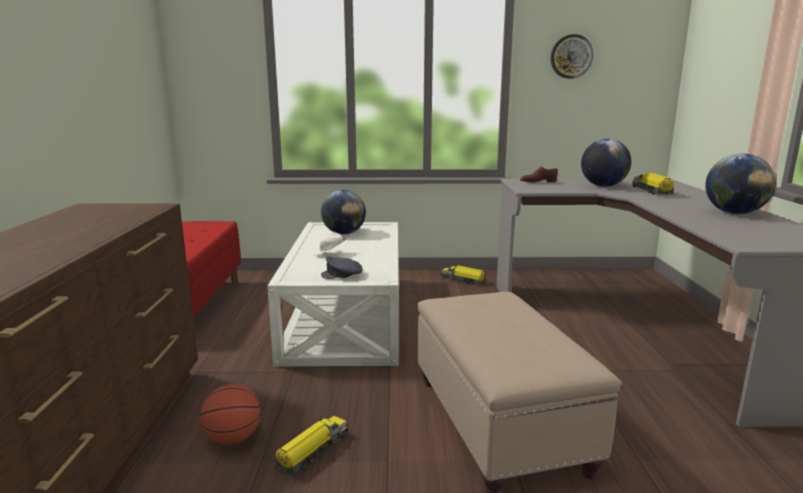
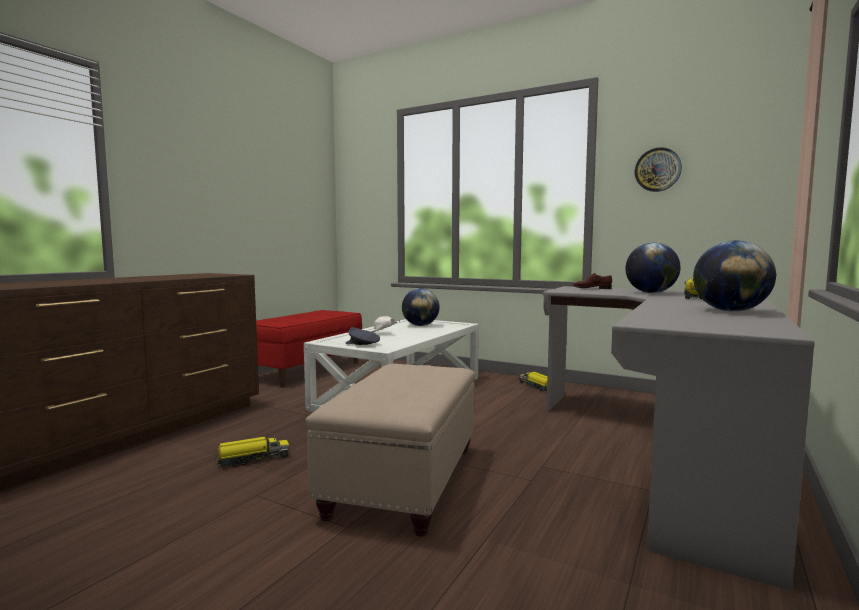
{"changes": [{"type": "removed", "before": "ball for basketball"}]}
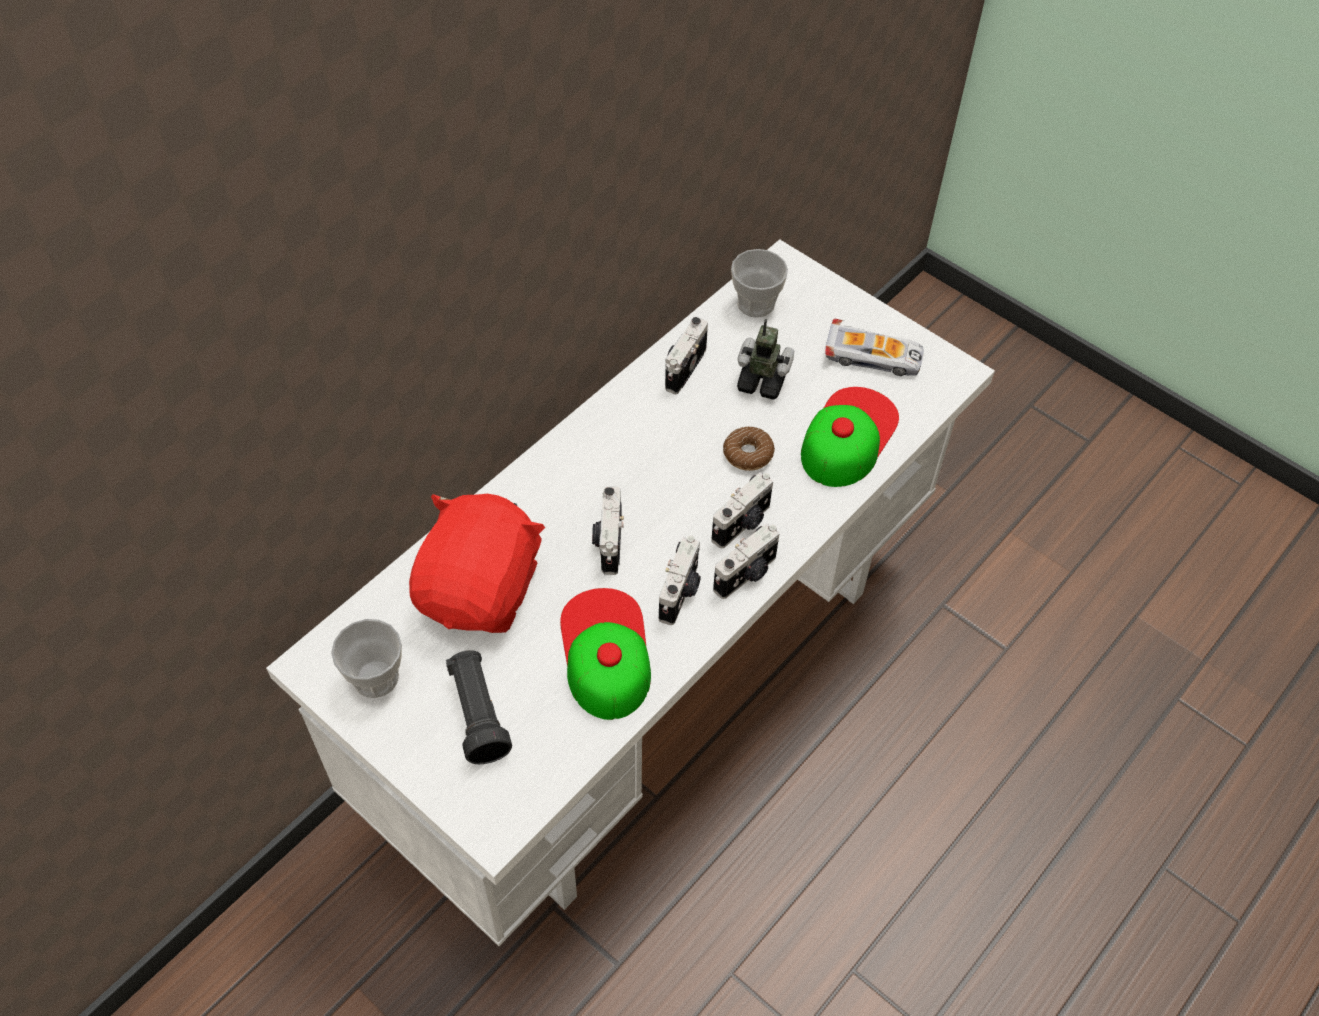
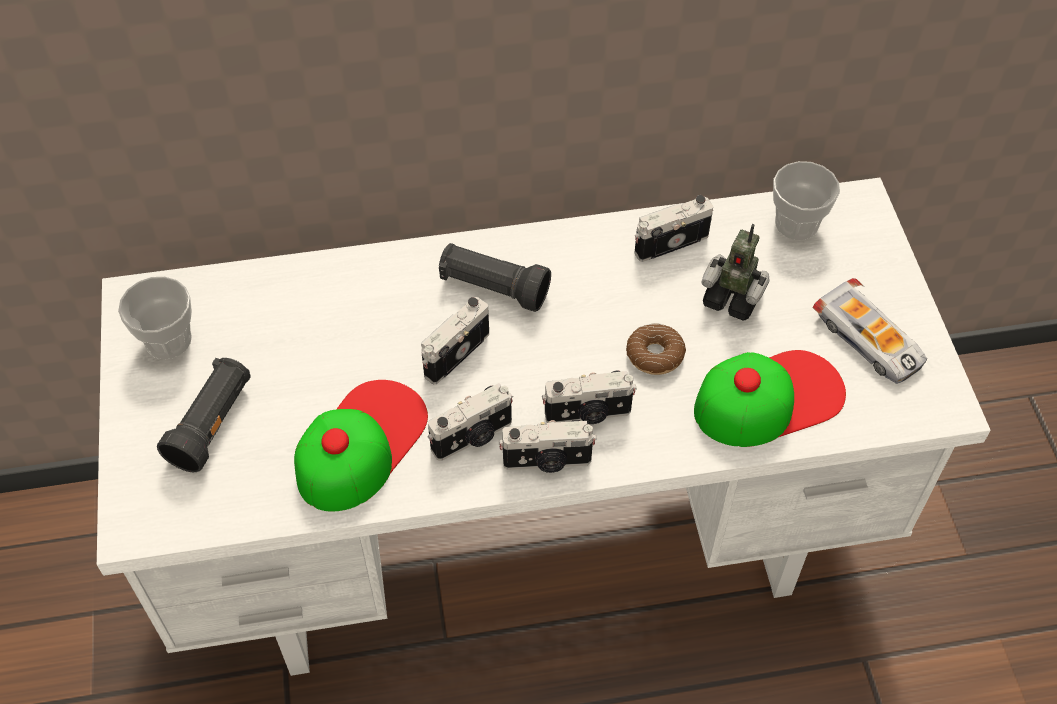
{"changes": [{"type": "added", "after": "blackish flashlight (2nd from left)"}, {"type": "turned", "before": "robot figure", "turn": 150}, {"type": "removed", "before": "reddish soft toy"}]}
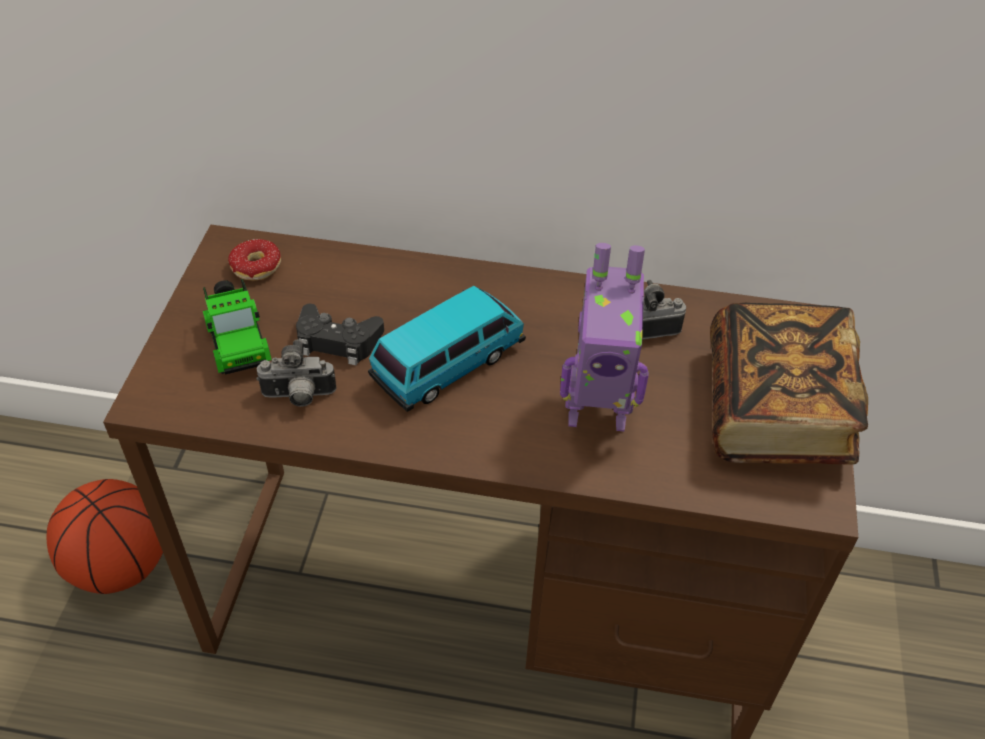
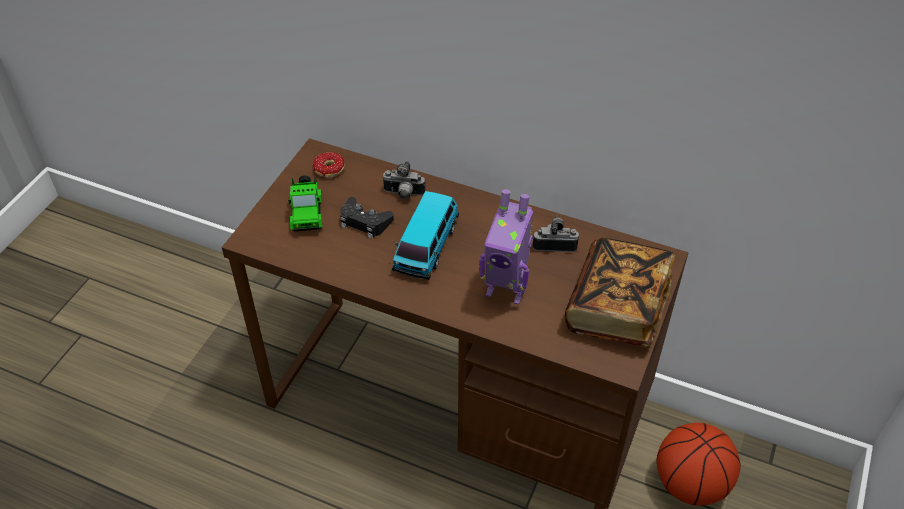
{"changes": [{"type": "moved", "before": "photo camera (1st from left)"}, {"type": "turned", "before": "model car (2nd from left)", "turn": 135}, {"type": "moved", "before": "ball for basketball"}]}
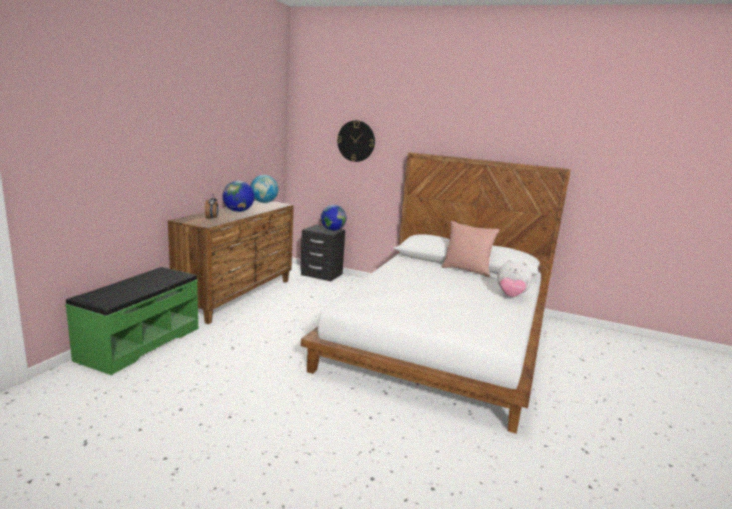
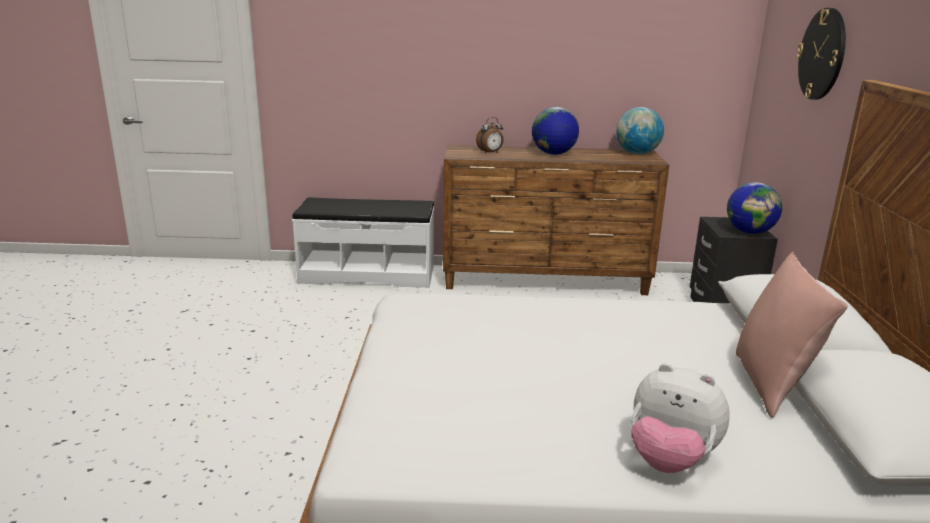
{"changes": [{"type": "recoloured", "before": "greenish long seat", "after": "whitish long seat"}, {"type": "turned", "before": "soft toy", "turn": -60}]}
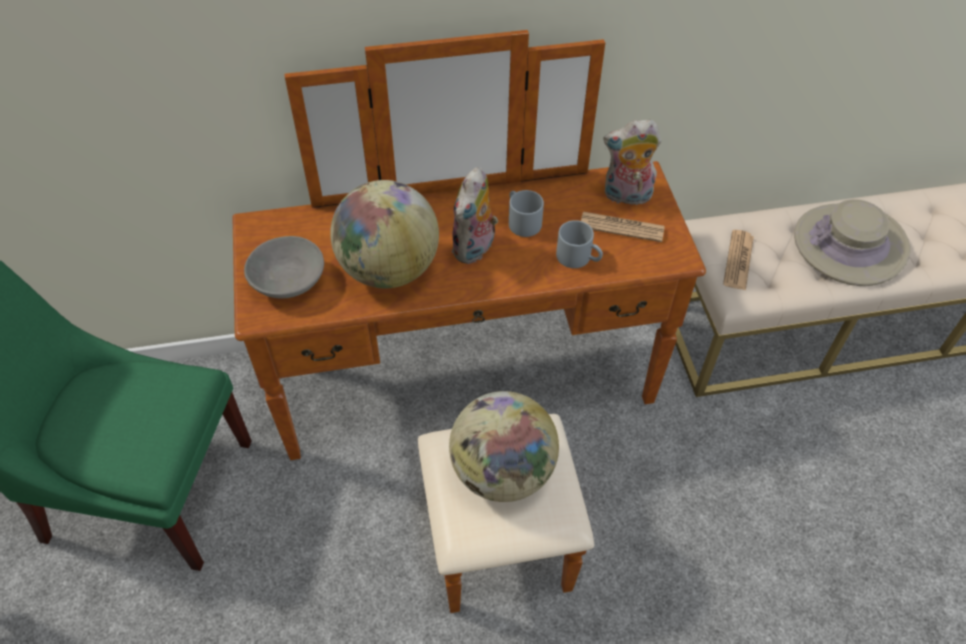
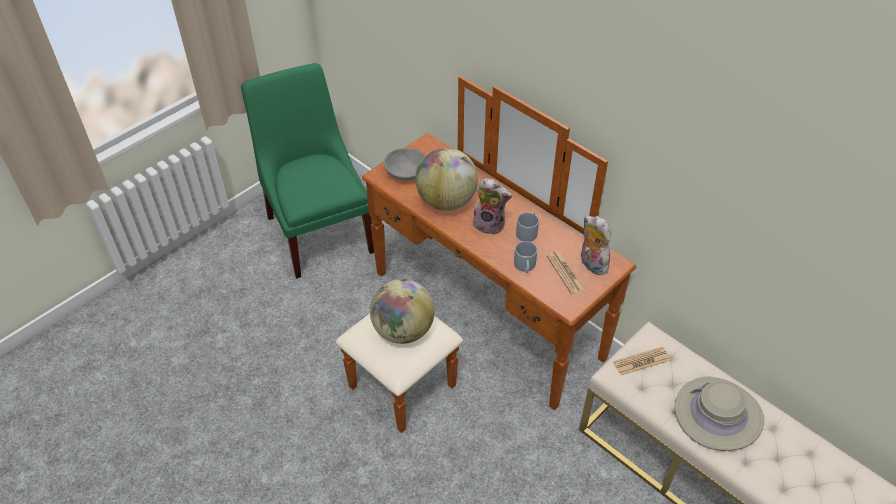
{"changes": [{"type": "turned", "before": "soft toy (1st from left)", "turn": -150}]}
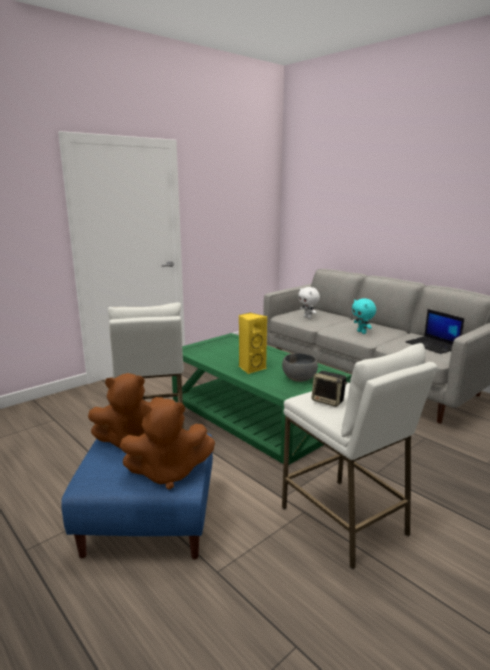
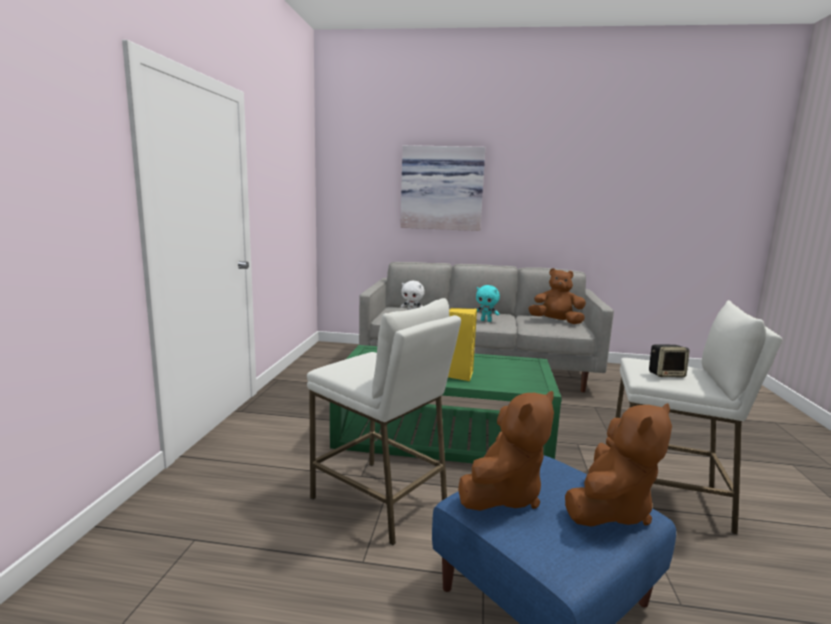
{"changes": [{"type": "added", "after": "wall picture"}, {"type": "replaced", "before": "laptop", "after": "brownish soft toy (2nd from left)"}, {"type": "removed", "before": "gray deep dish"}]}
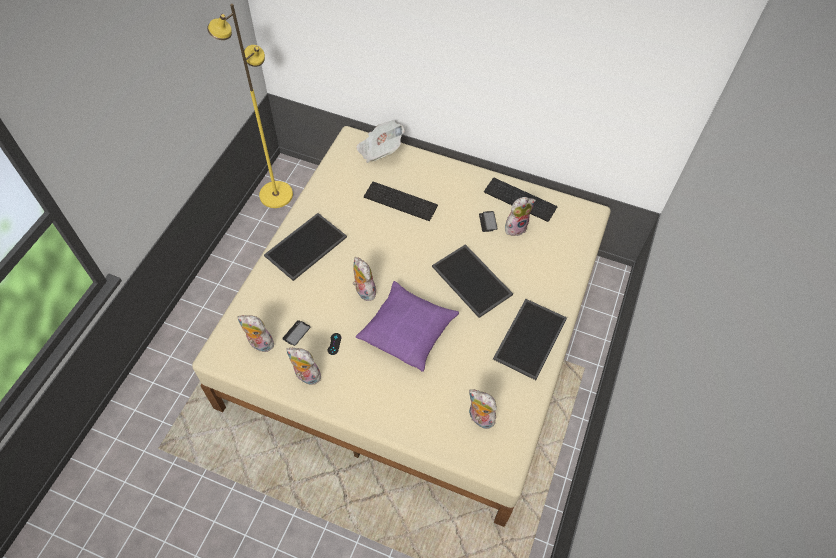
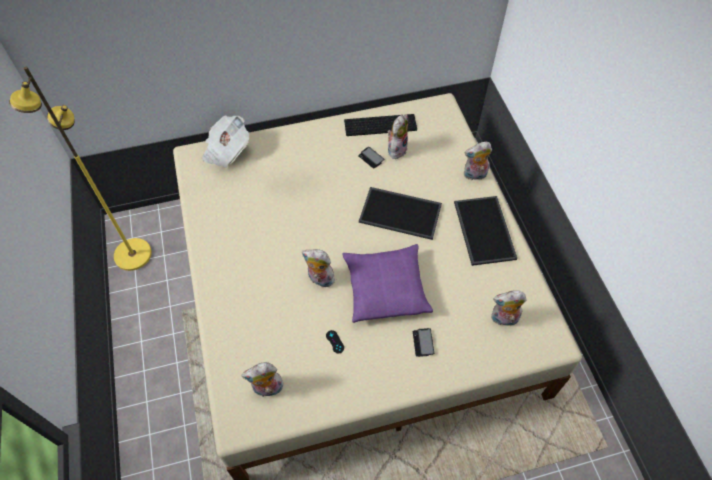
{"changes": [{"type": "moved", "before": "telephone (1st from left in the first image)", "after": "telephone (2nd from left)"}, {"type": "moved", "before": "soft toy (2nd from left in the first image)", "after": "soft toy (4th from left)"}, {"type": "removed", "before": "serving tray (1st from left)"}, {"type": "removed", "before": "PC keyboard (1st from left)"}]}
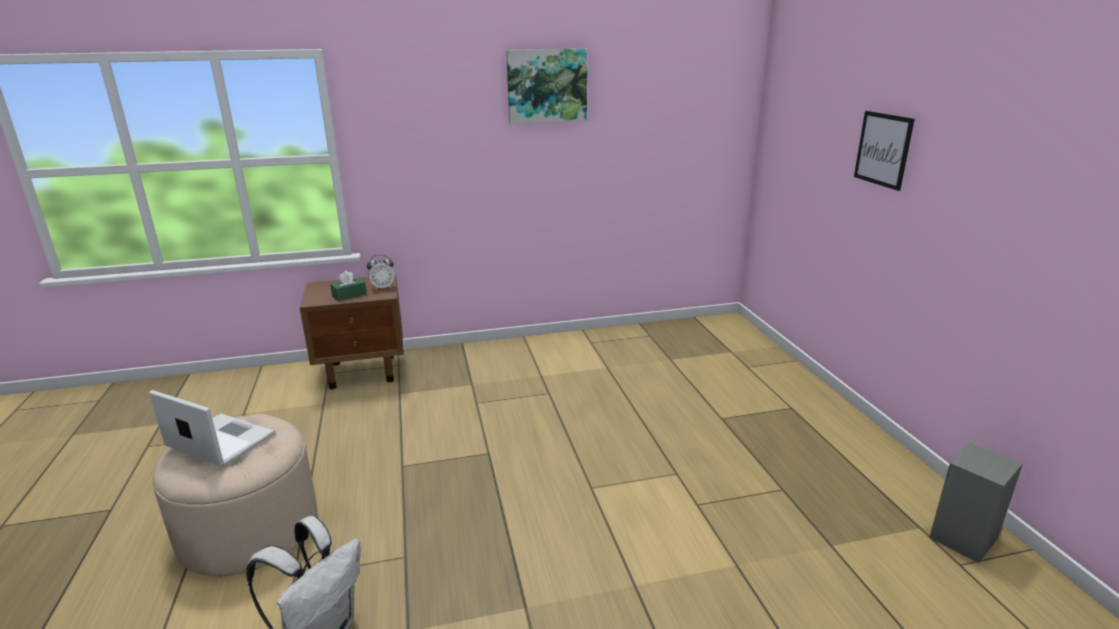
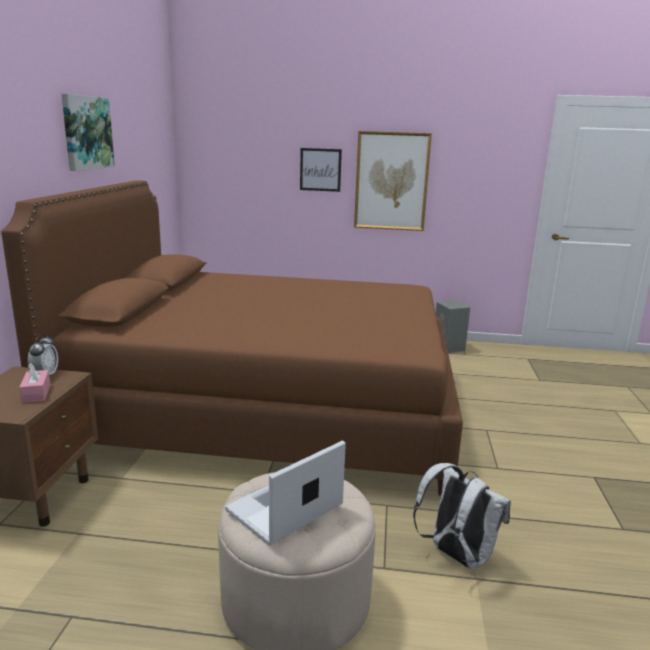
{"changes": [{"type": "added", "after": "brownish bed"}, {"type": "recoloured", "before": "greenish box of tissues", "after": "pink box of tissues"}, {"type": "added", "after": "wall picture (3rd from left)"}]}
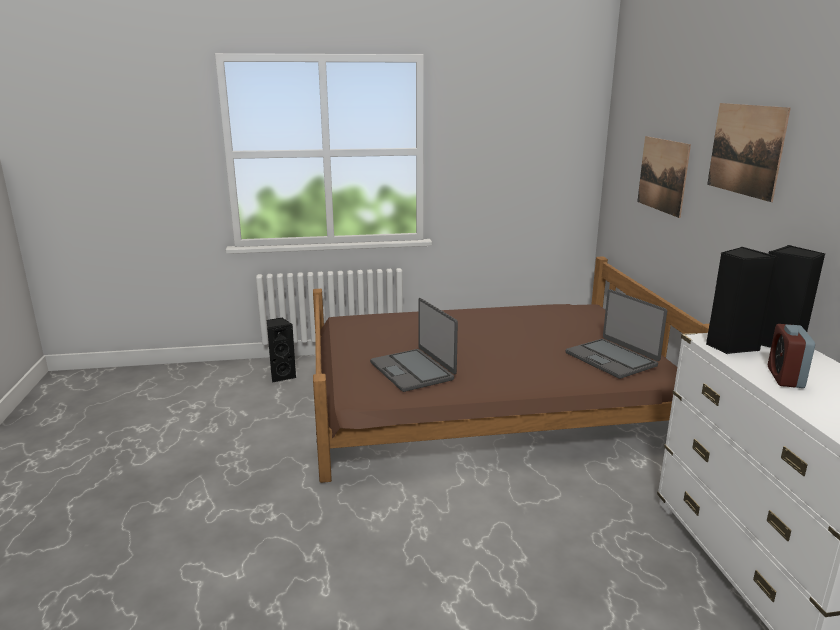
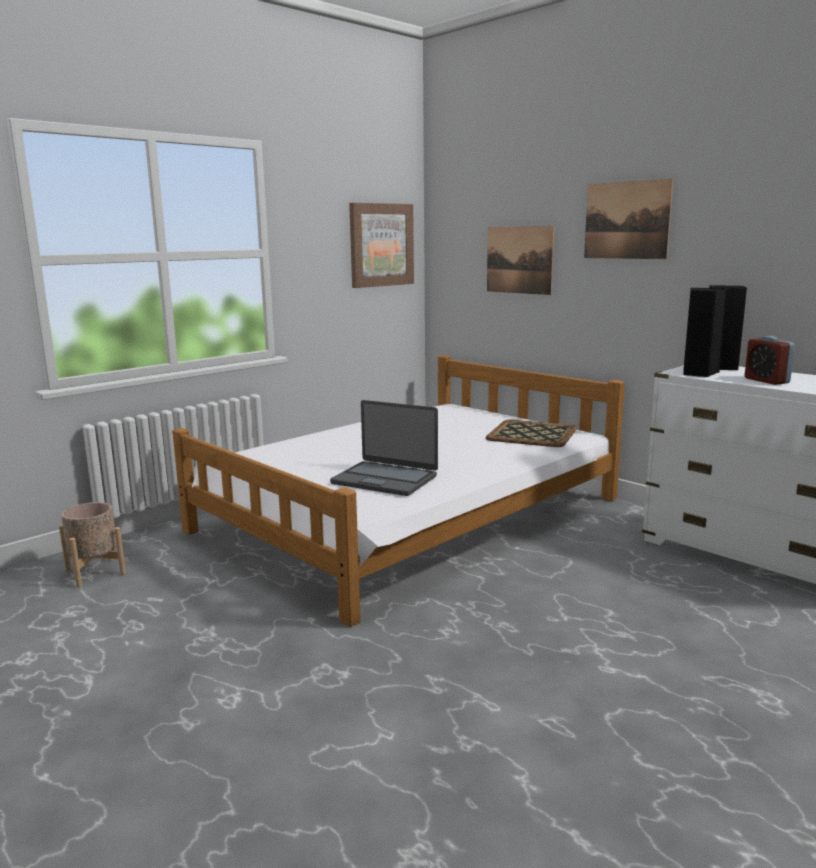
{"changes": [{"type": "added", "after": "sand-coloured plant pot"}, {"type": "recoloured", "before": "brownish bed", "after": "whitish bed"}, {"type": "added", "after": "wall picture (1st from left)"}, {"type": "replaced", "before": "laptop (2nd from left)", "after": "serving tray"}, {"type": "removed", "before": "blackish speaker (1st from left)"}]}
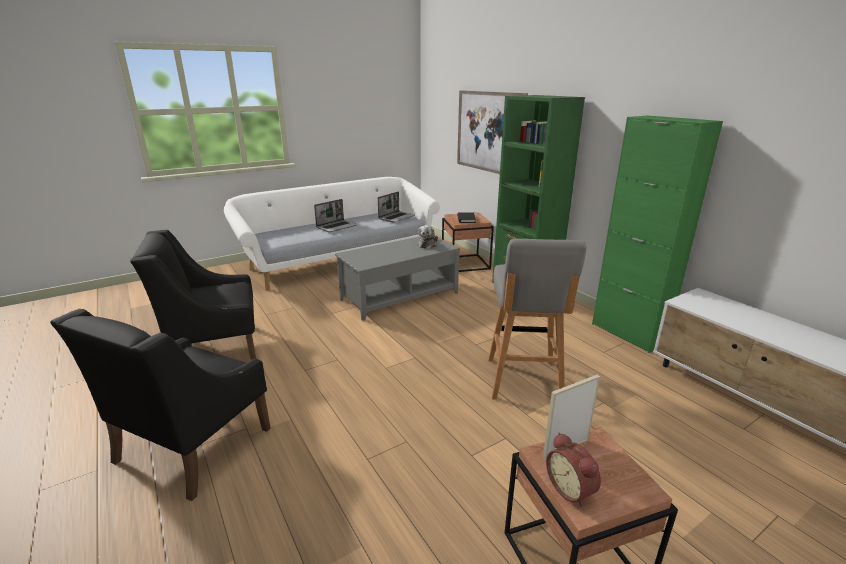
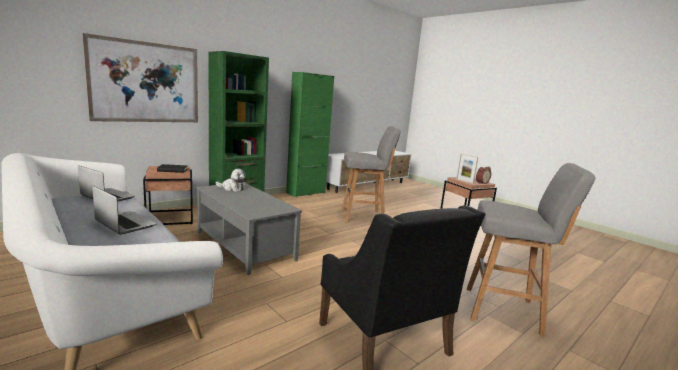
{"changes": [{"type": "replaced", "before": "blackish lounge chair (1st from left)", "after": "gray sitting stool (2nd from left)"}]}
